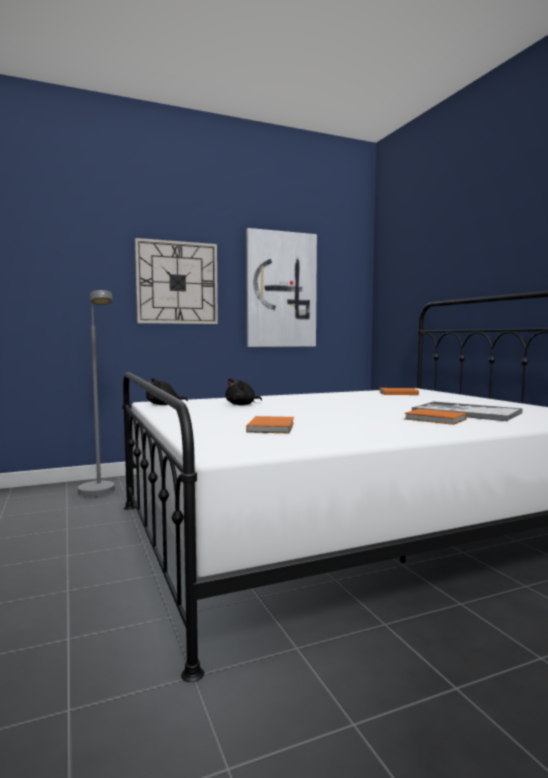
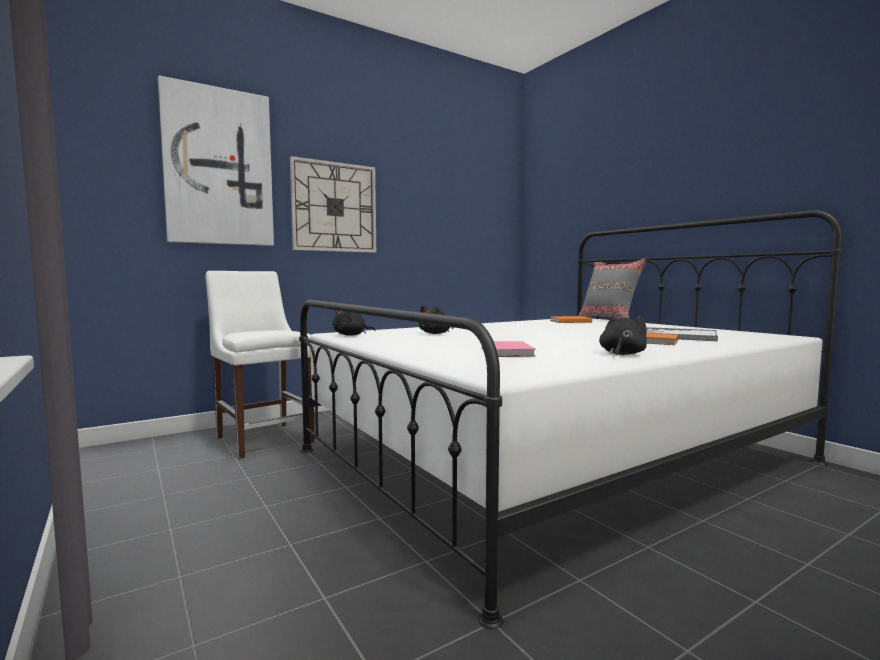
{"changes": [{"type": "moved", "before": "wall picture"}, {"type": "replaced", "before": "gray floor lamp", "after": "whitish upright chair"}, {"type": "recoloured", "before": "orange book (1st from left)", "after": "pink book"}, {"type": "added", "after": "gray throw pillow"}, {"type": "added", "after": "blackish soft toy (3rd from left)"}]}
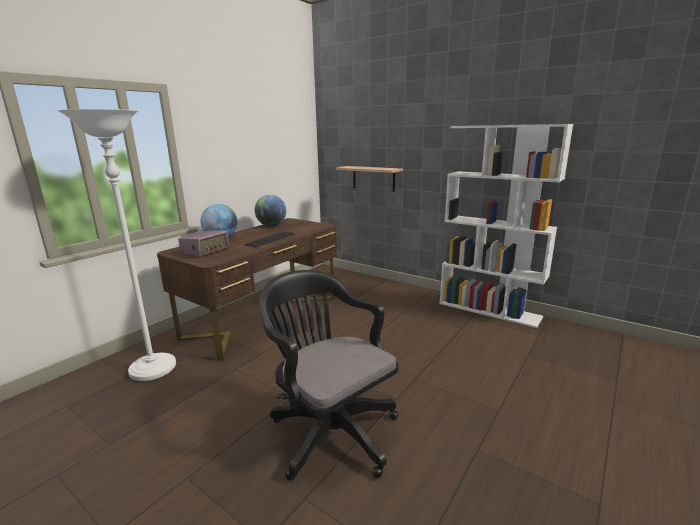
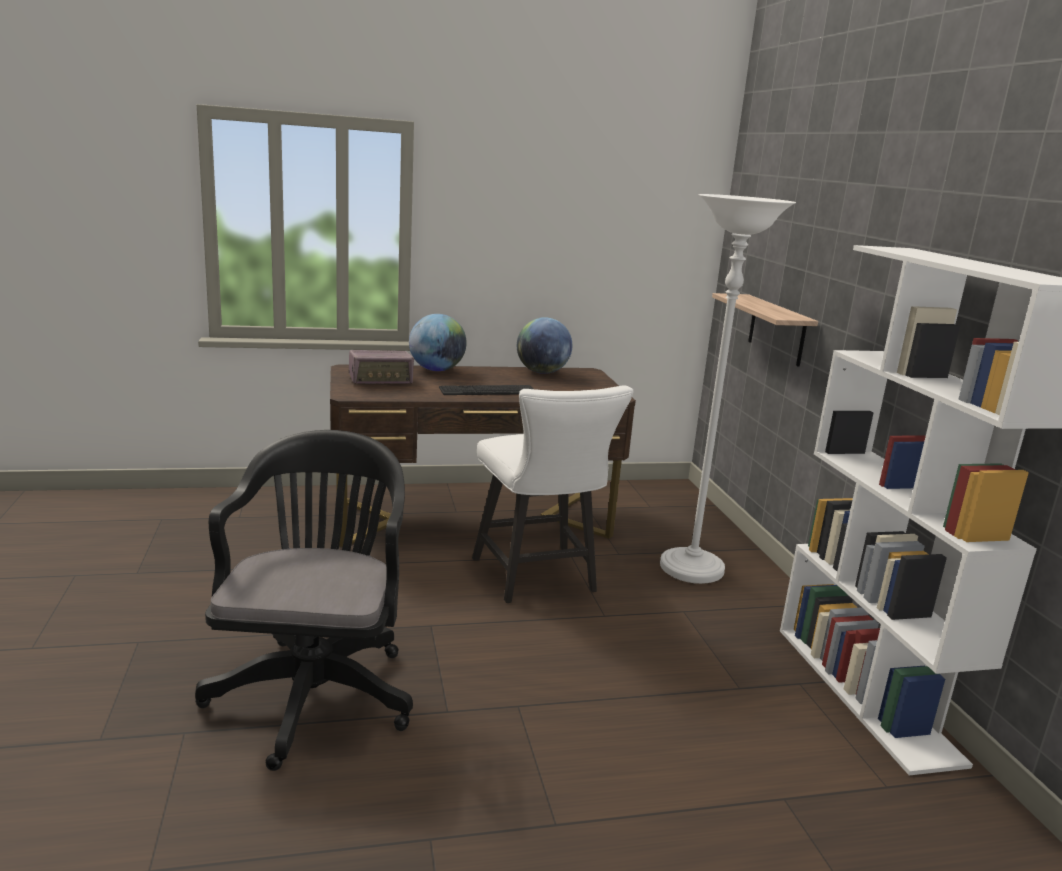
{"changes": [{"type": "added", "after": "whitish upright chair"}, {"type": "moved", "before": "whitish floor lamp"}]}
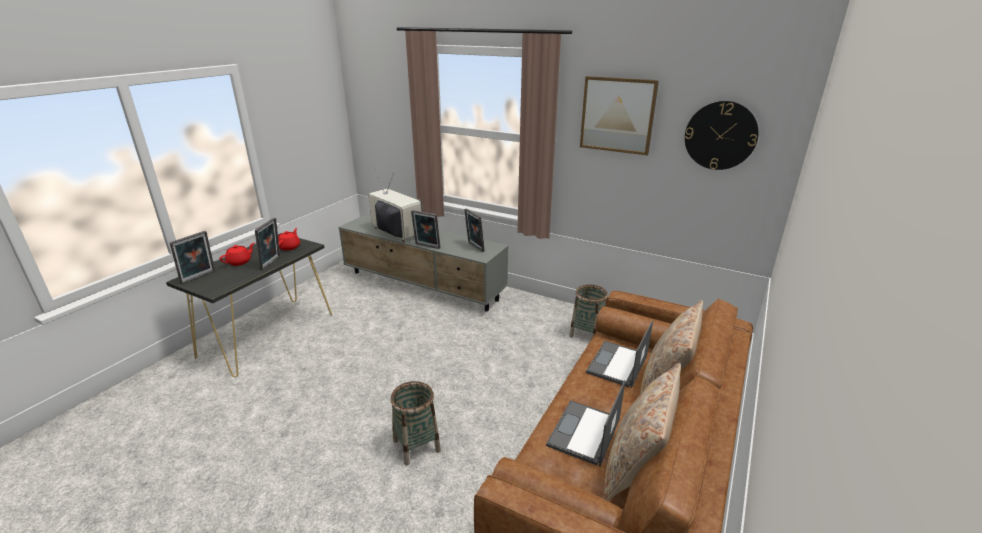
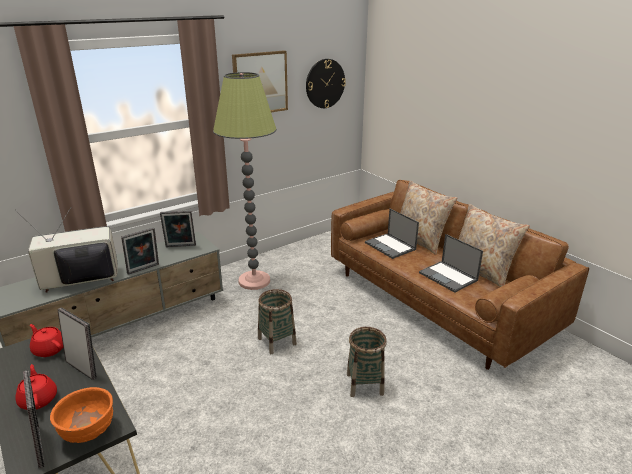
{"changes": [{"type": "added", "after": "orange deep dish"}, {"type": "added", "after": "floor lamp"}, {"type": "moved", "before": "storage basket (2nd from left in the first image)", "after": "storage basket (1st from left)"}]}
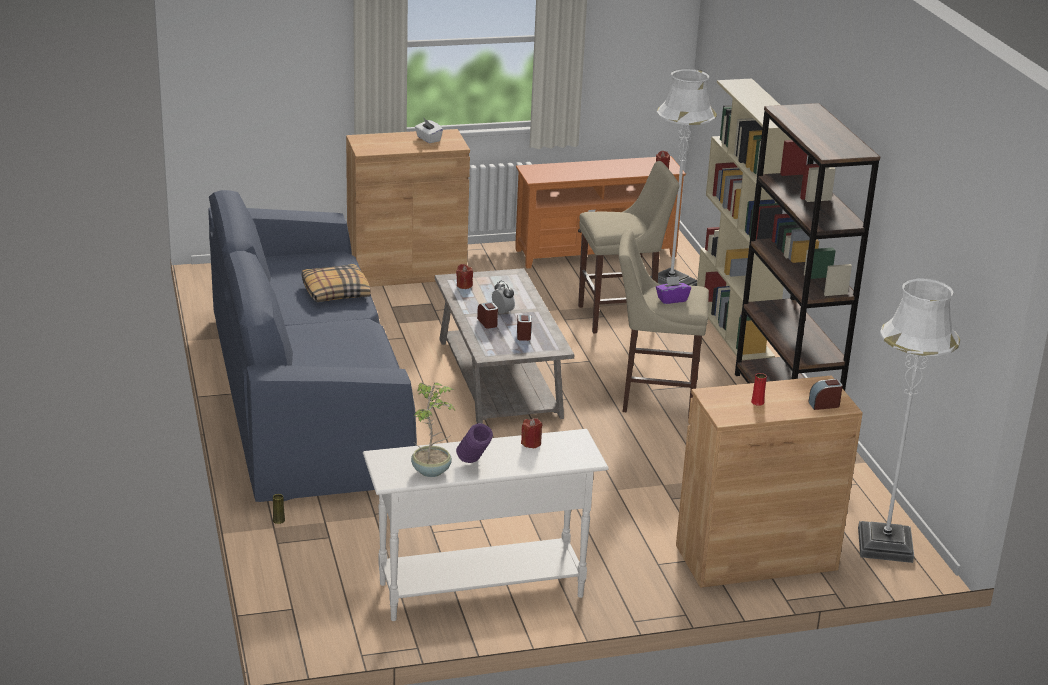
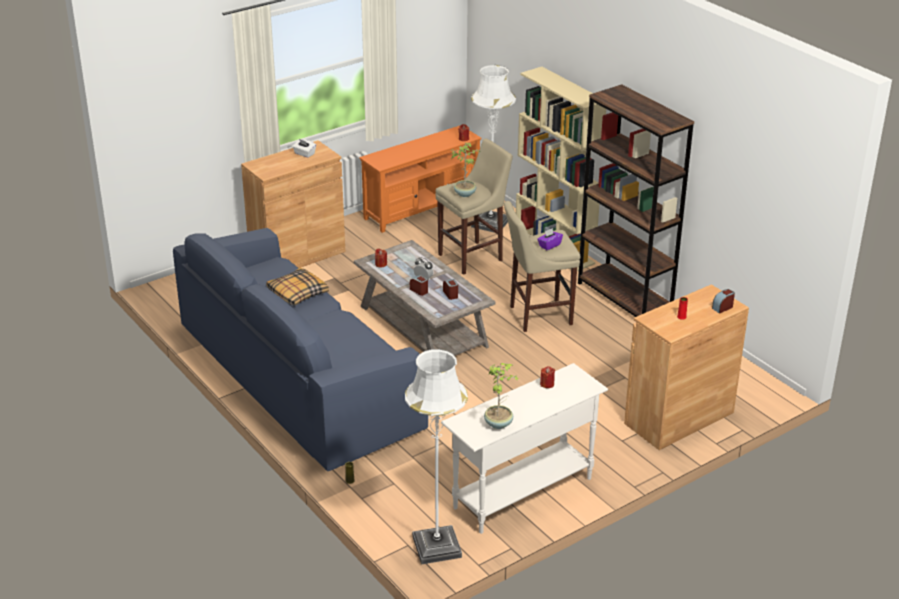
{"changes": [{"type": "moved", "before": "whitish floor lamp (2nd from left in the first image)", "after": "whitish floor lamp (1st from left)"}, {"type": "added", "after": "potted plant (1st from left)"}, {"type": "removed", "before": "purple-coloured decorative vase"}]}
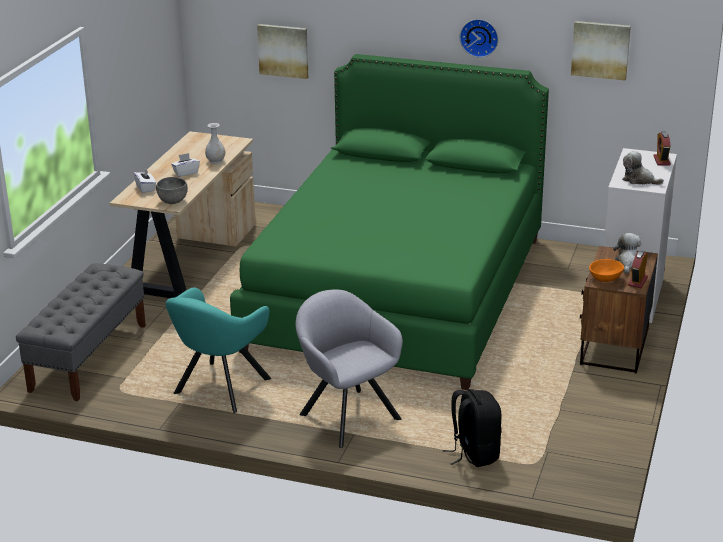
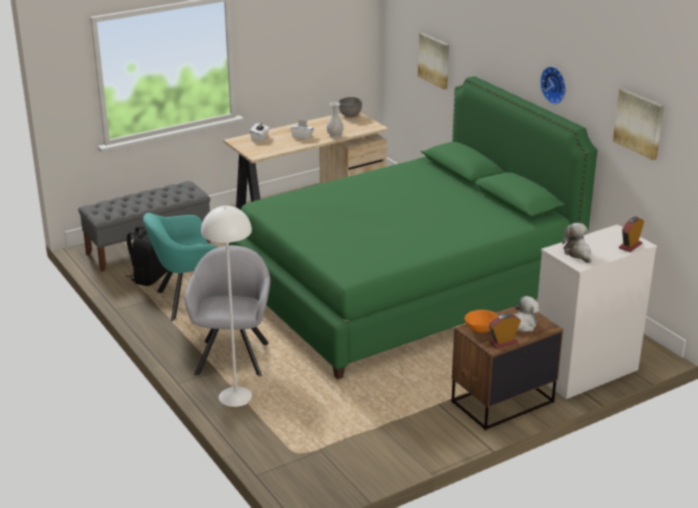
{"changes": [{"type": "moved", "before": "blackish knapsack"}, {"type": "added", "after": "whitish floor lamp"}, {"type": "moved", "before": "gray deep dish"}]}
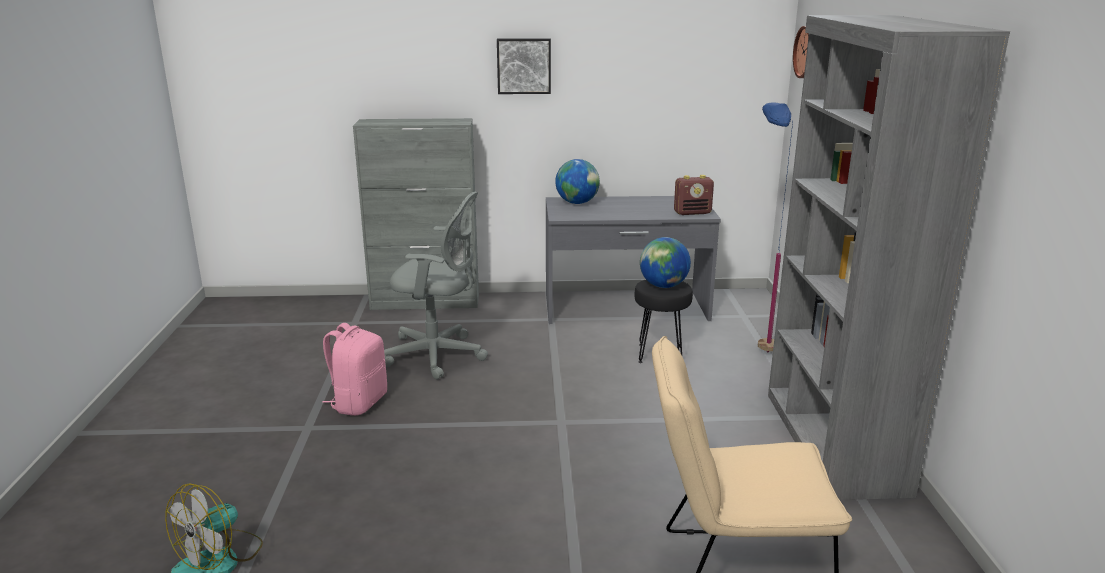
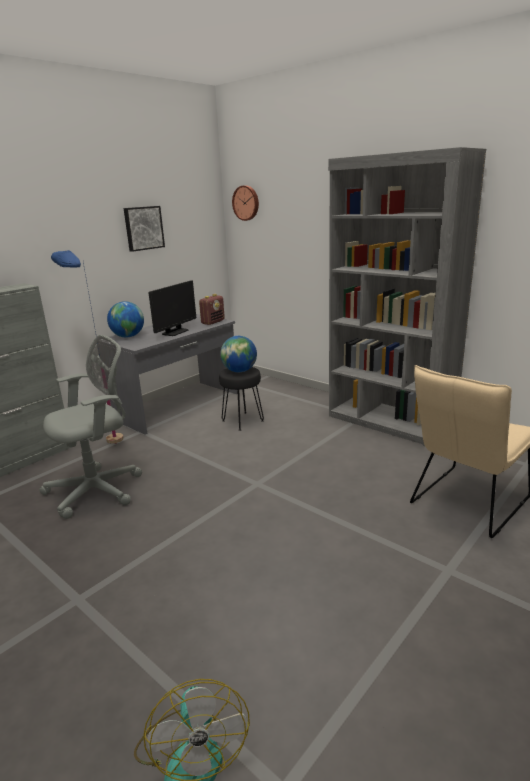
{"changes": [{"type": "moved", "before": "bluish floor lamp"}, {"type": "moved", "before": "wall picture"}, {"type": "added", "after": "computer display"}, {"type": "removed", "before": "pink knapsack"}]}
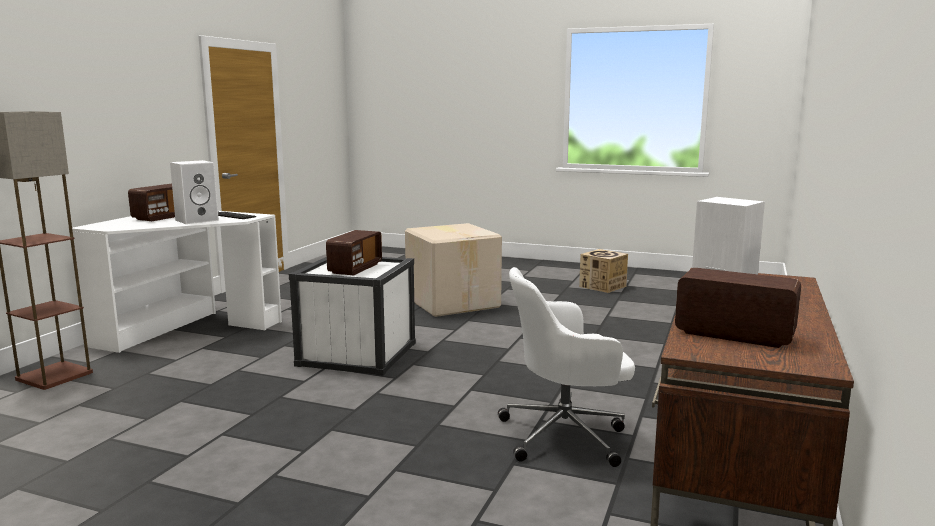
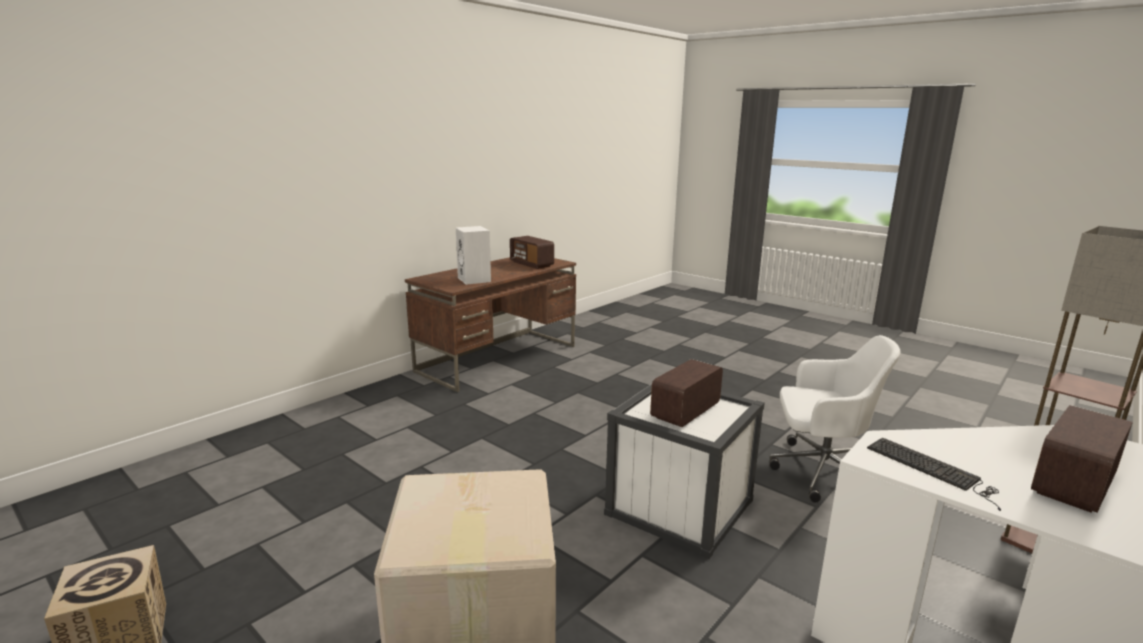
{"changes": [{"type": "moved", "before": "whitish office chair"}, {"type": "removed", "before": "whitish speaker (1st from left)"}]}
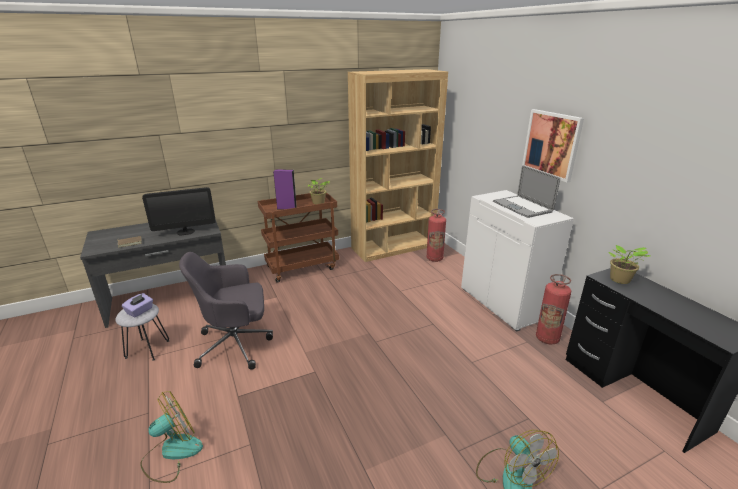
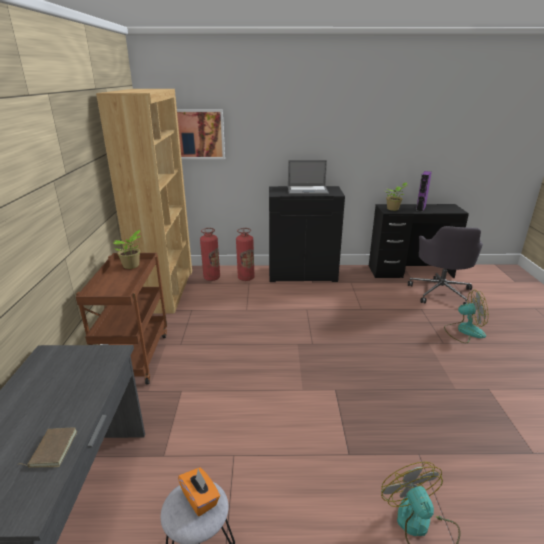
{"changes": [{"type": "moved", "before": "wall picture"}, {"type": "recoloured", "before": "purple-coloured box of tissues", "after": "orange box of tissues"}, {"type": "moved", "before": "fire-fighting cylinder (2nd from left)"}, {"type": "recoloured", "before": "whitish cabinet", "after": "blackish cabinet"}, {"type": "moved", "before": "gray office chair"}, {"type": "moved", "before": "purple-coloured speaker"}, {"type": "removed", "before": "computer display"}]}
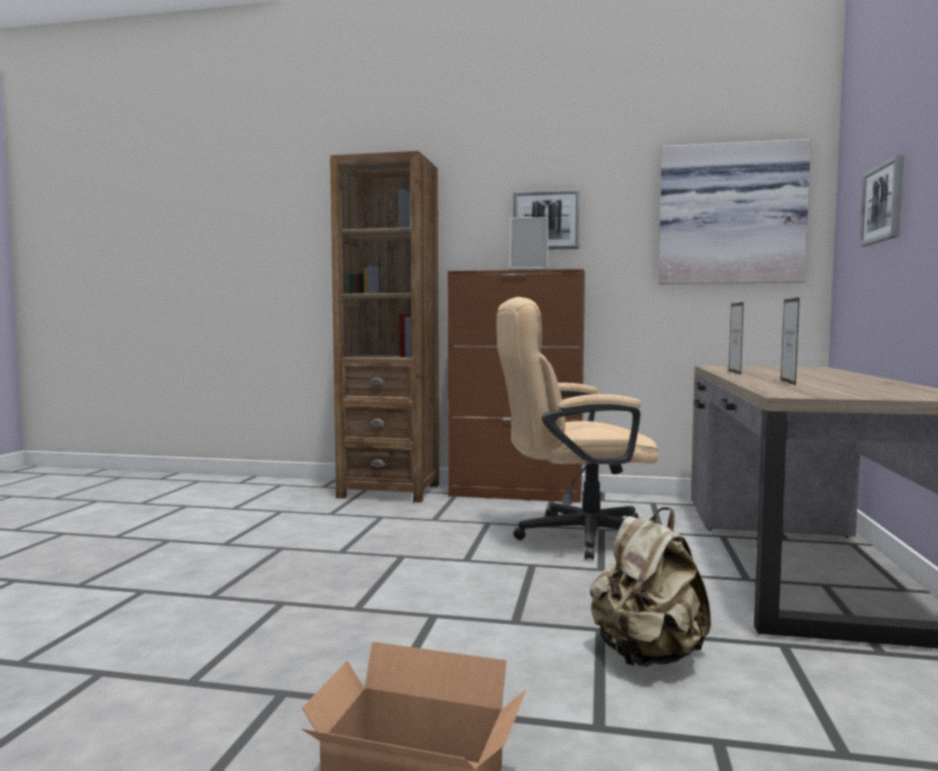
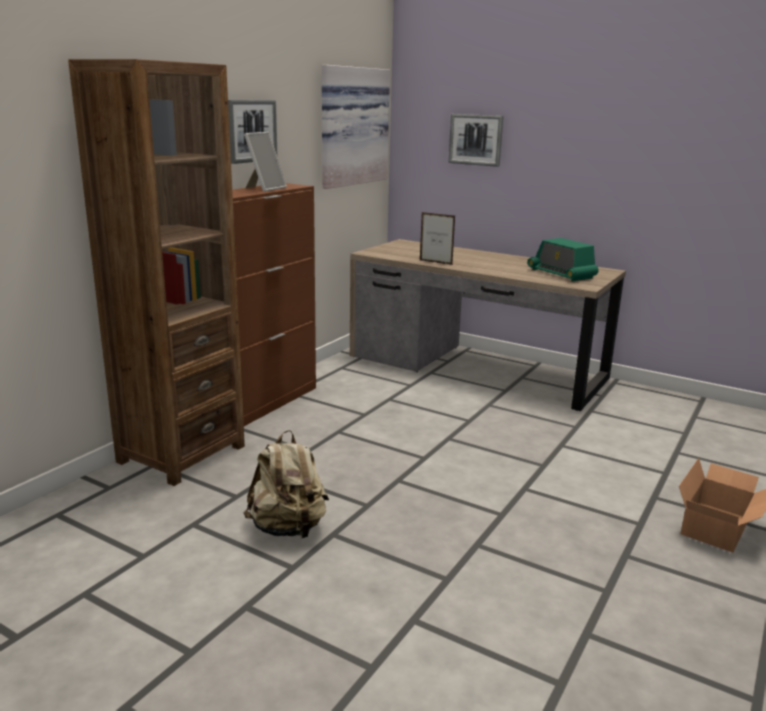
{"changes": [{"type": "moved", "before": "sand-coloured knapsack"}, {"type": "added", "after": "radio receiver"}, {"type": "removed", "before": "sand-coloured office chair"}, {"type": "removed", "before": "standing frame (3rd from left)"}]}
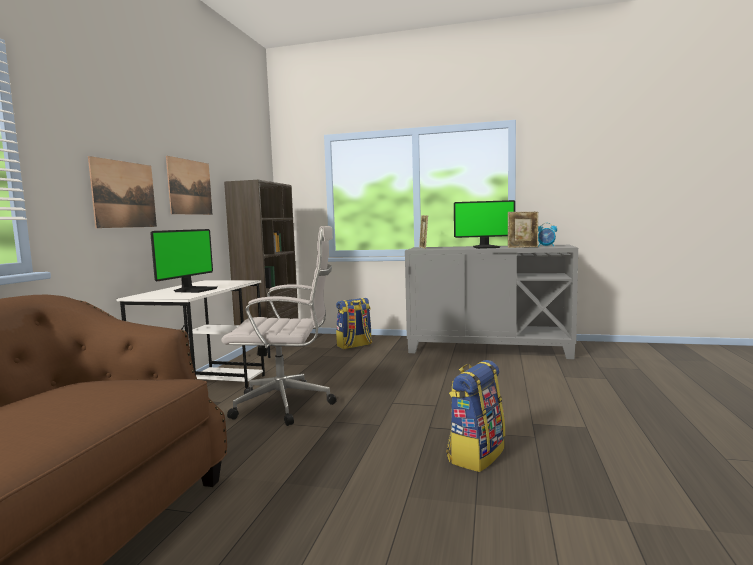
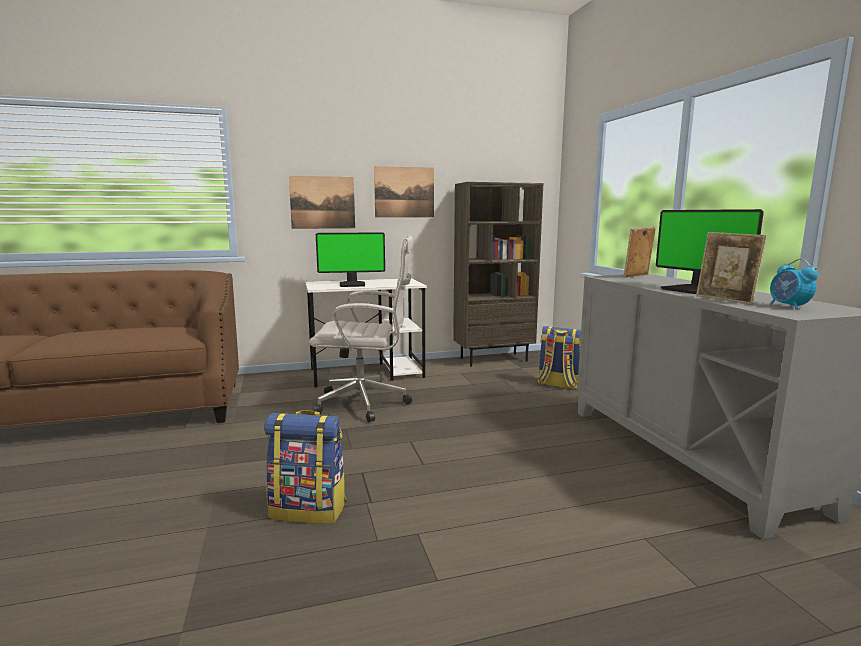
{"changes": [{"type": "turned", "before": "whitish office chair", "turn": -60}]}
